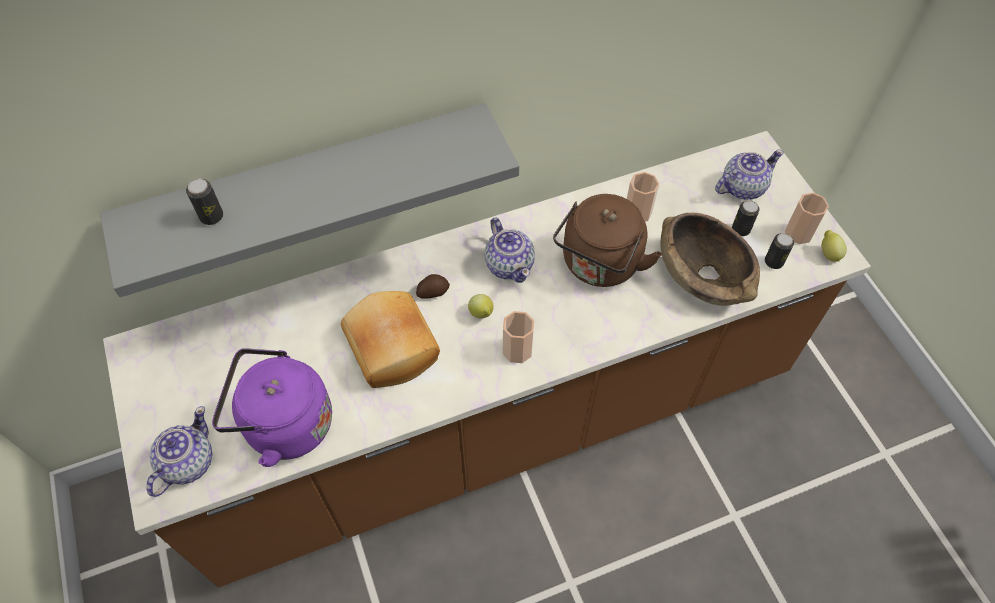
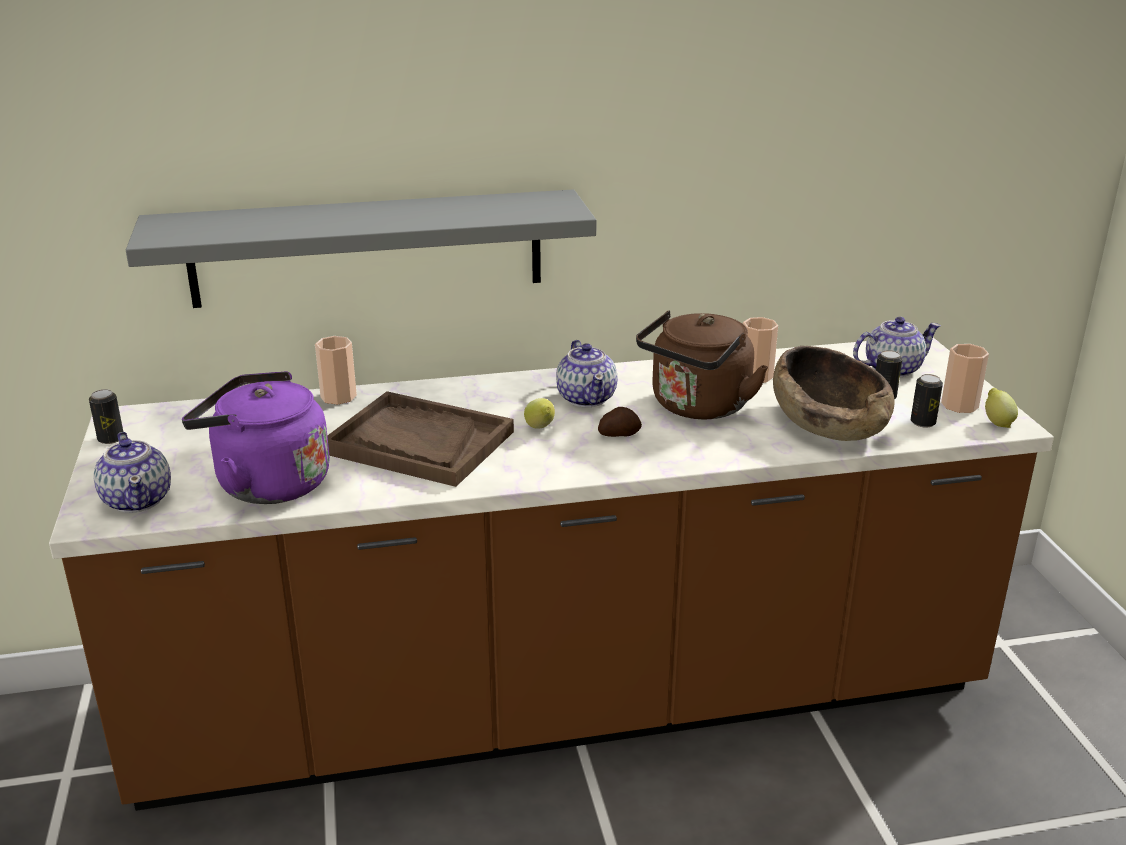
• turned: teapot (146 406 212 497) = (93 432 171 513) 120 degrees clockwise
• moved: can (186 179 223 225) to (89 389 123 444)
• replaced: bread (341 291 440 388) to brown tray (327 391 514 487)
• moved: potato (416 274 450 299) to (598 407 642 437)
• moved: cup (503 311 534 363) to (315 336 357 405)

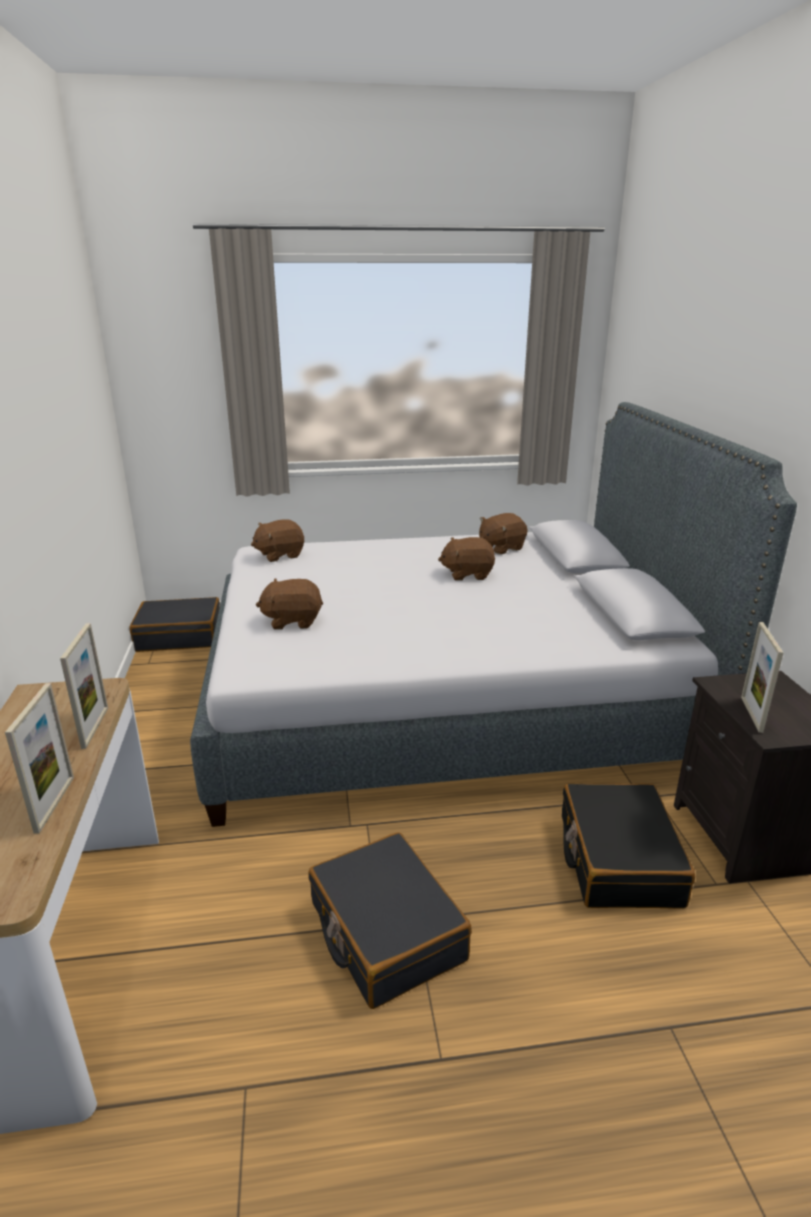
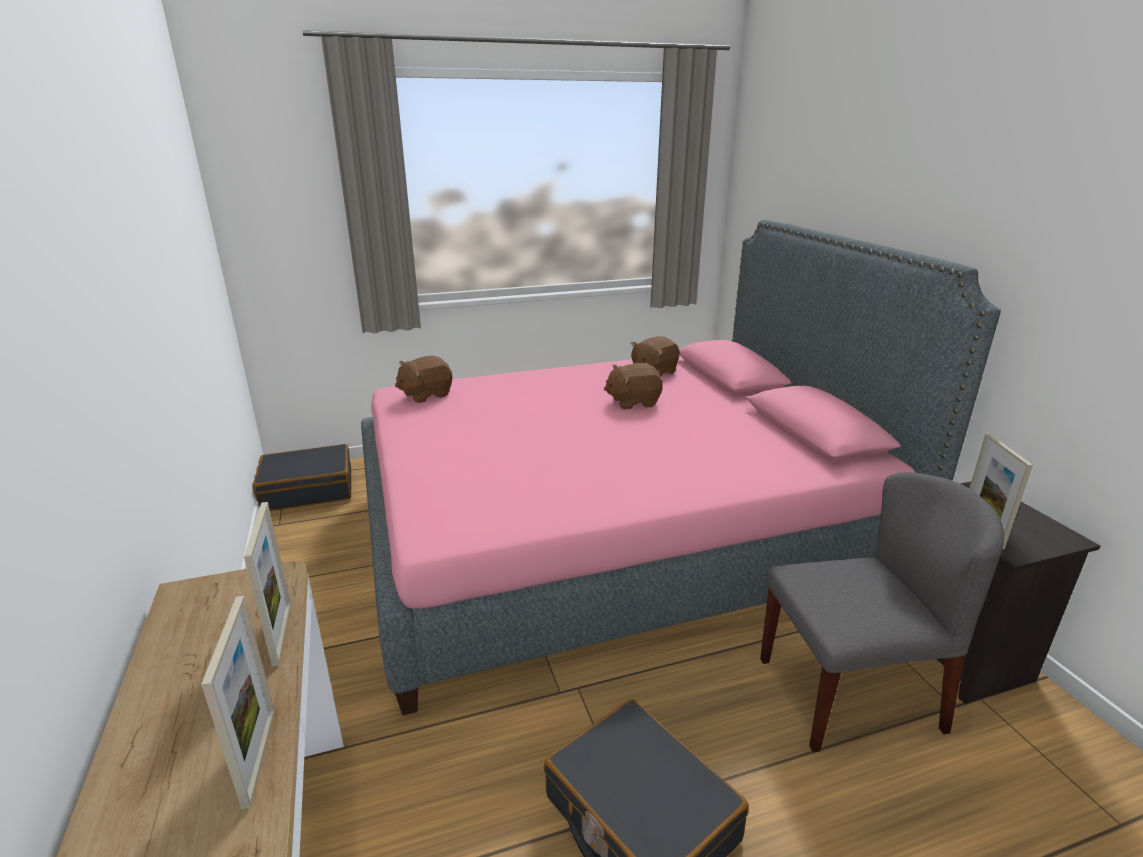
• recoloured: grey bed (190 402 797 827) to pink bed (361 220 1001 716)
• removed: brown plush toy (256 578 323 630)
• replaced: black suitcase (562 783 695 909) to grey chair (760 472 1004 752)

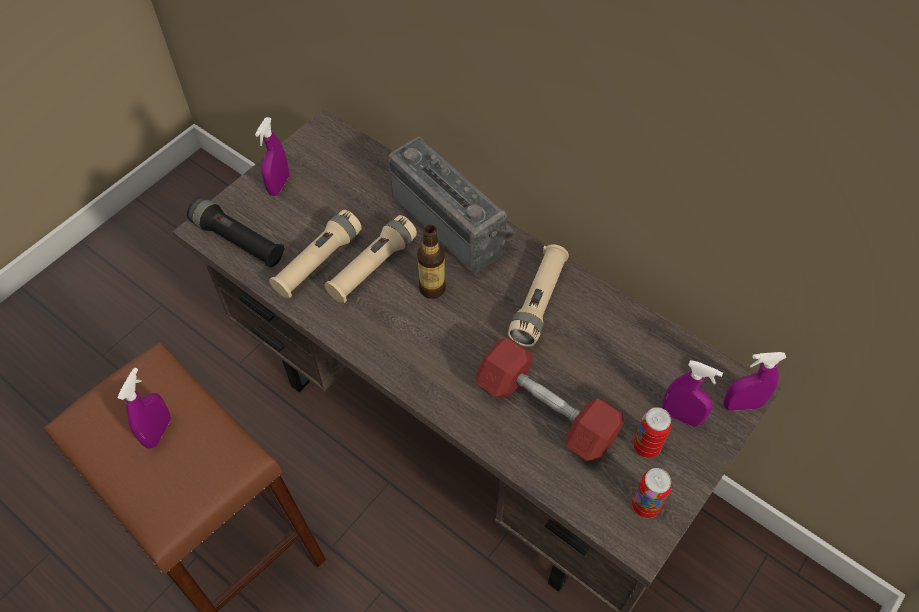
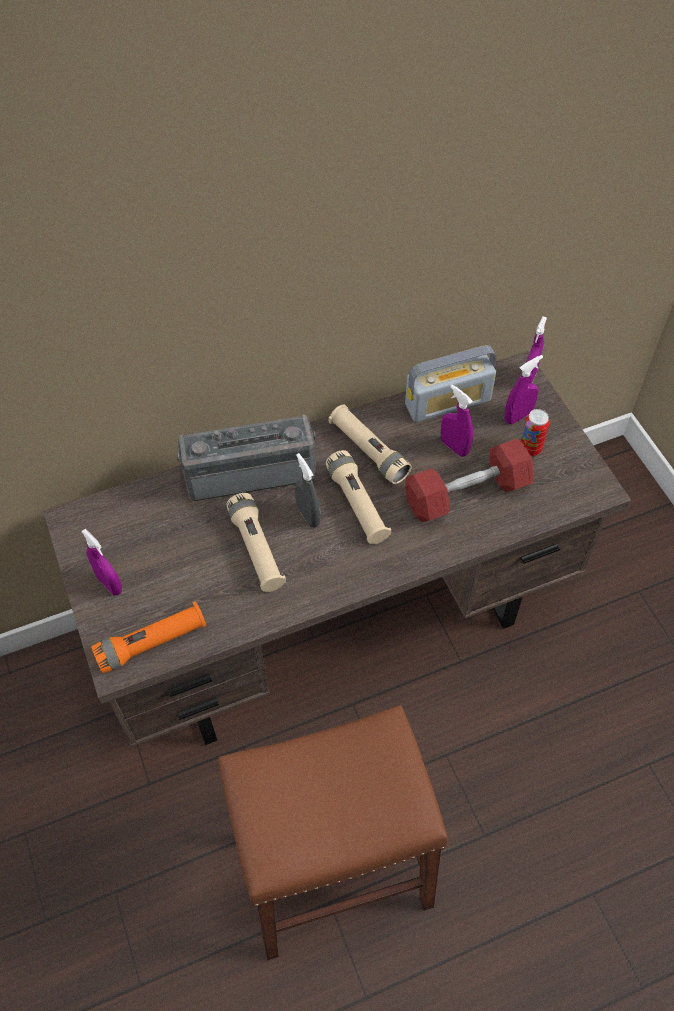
• moved: purple spray bottle (118 367 171 449) to (441 384 473 457)
• recoloured: black flashlight (187 197 285 267) to orange flashlight (91 601 206 673)
• moved: beige flashlight (269 210 362 298) to (326 450 391 544)
• replaced: bottle (417 225 446 299) to grey spray bottle (295 453 320 528)
• removed: can (632 468 672 518)
• added: radio (405 345 496 422)

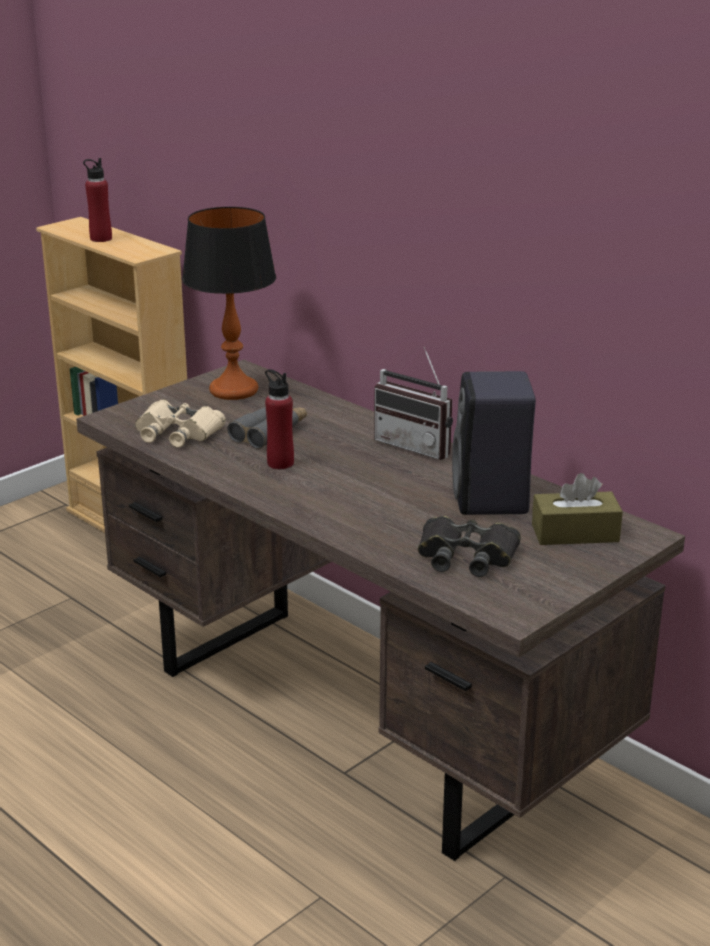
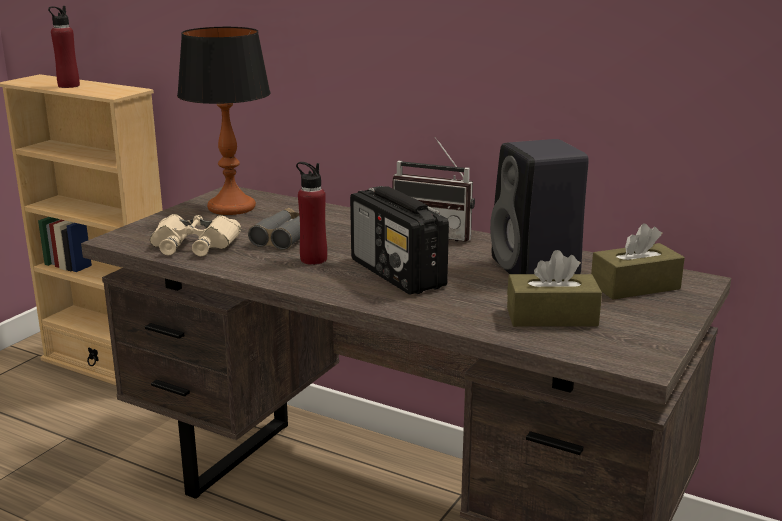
• replaced: black binoculars (418 516 521 577) to brown tissue box (507 250 602 327)
• added: radio (350 186 449 295)

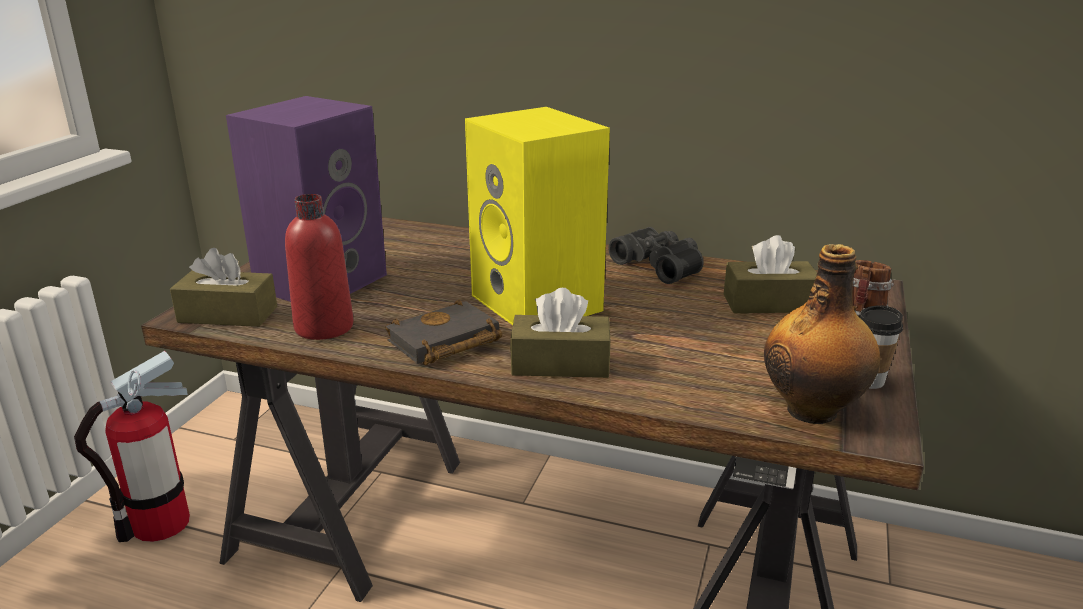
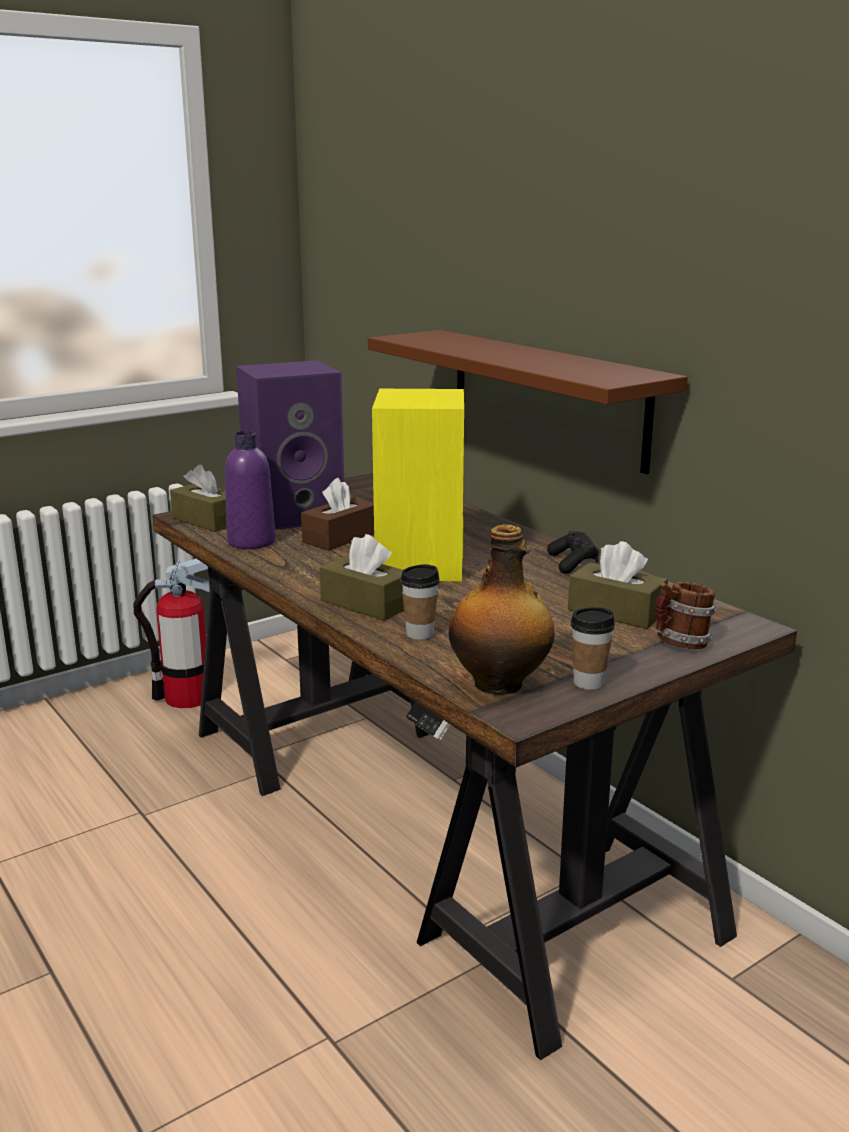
• recoloured: red bottle (285 194 354 340) to purple bottle (225 431 276 549)
• removed: black book (385 299 502 365)
• replaced: black binoculars (608 227 703 284) to black game controller (547 531 599 574)
• added: brown tissue box (301 478 374 550)
• added: brown shelf (368 330 688 474)
• added: cup (400 564 440 640)

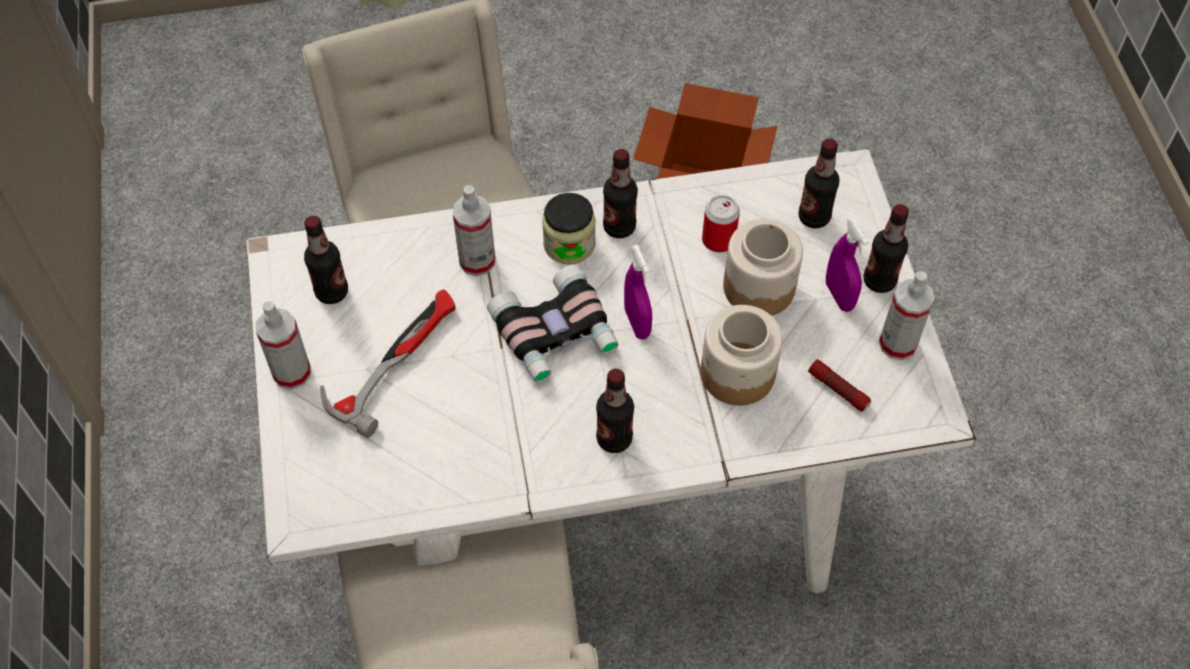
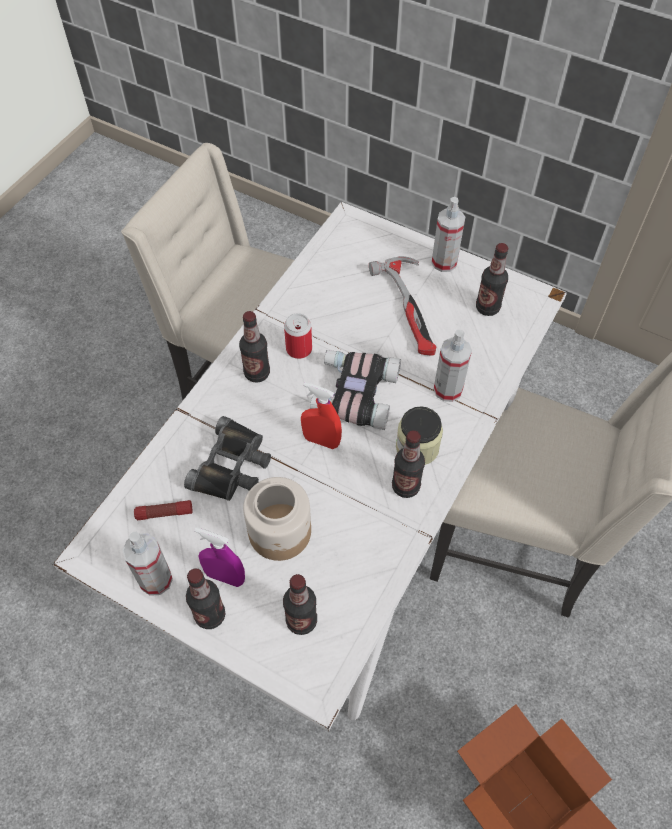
• recoloured: purple spray bottle (624 245 652 340) to red spray bottle (301 382 342 449)
• replaced: jar (701 305 783 406) to black binoculars (184 416 271 501)
• moved: can (702 195 740 252) to (284 313 312 359)

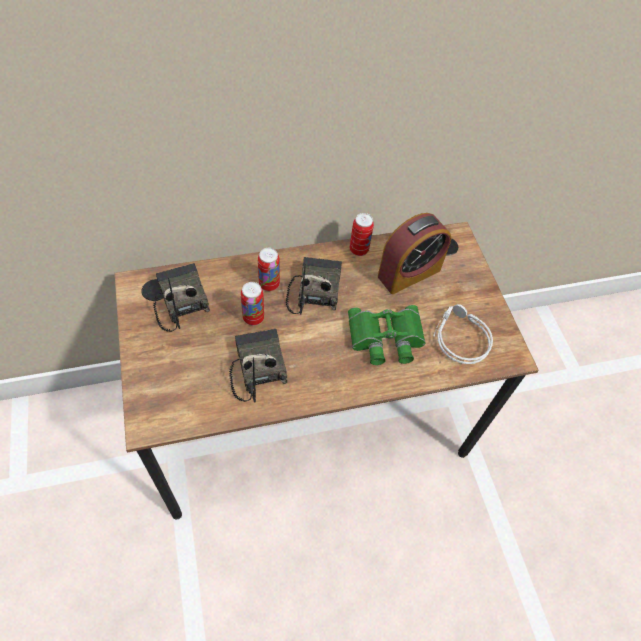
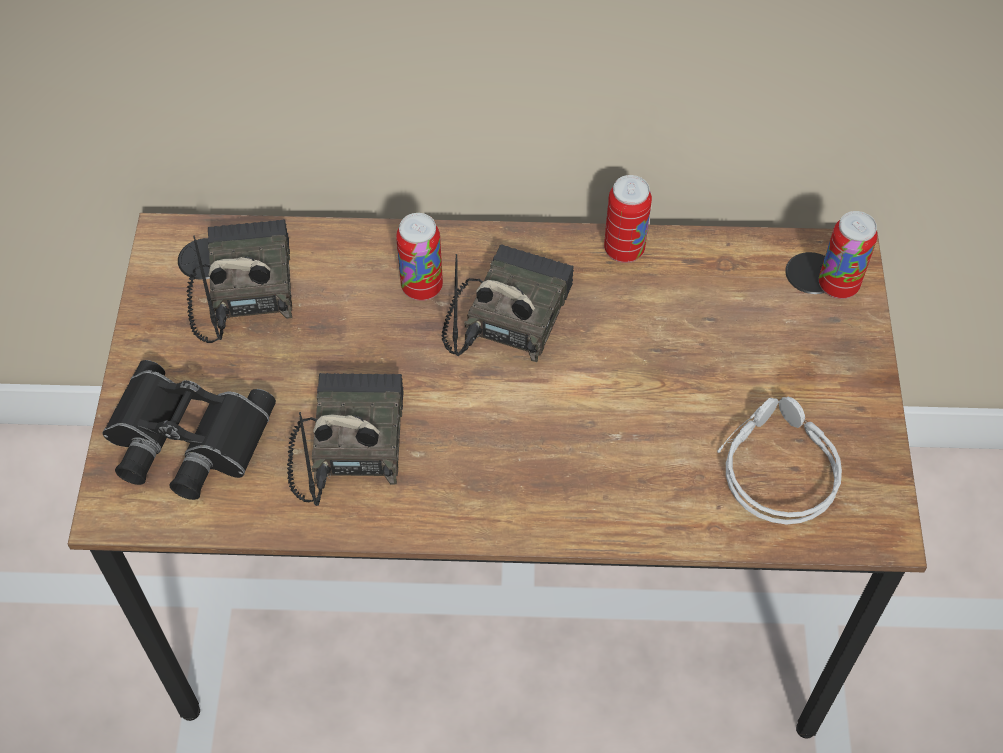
• moved: can (241 282 264 326) to (819 211 878 299)
• removed: green binoculars (348 305 426 365)
• removed: alarm clock (378 213 451 294)
• added: black binoculars (102 360 276 500)

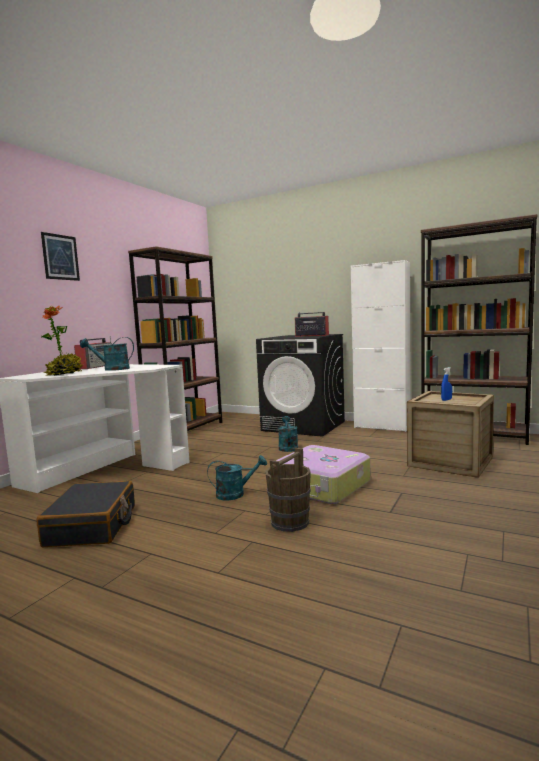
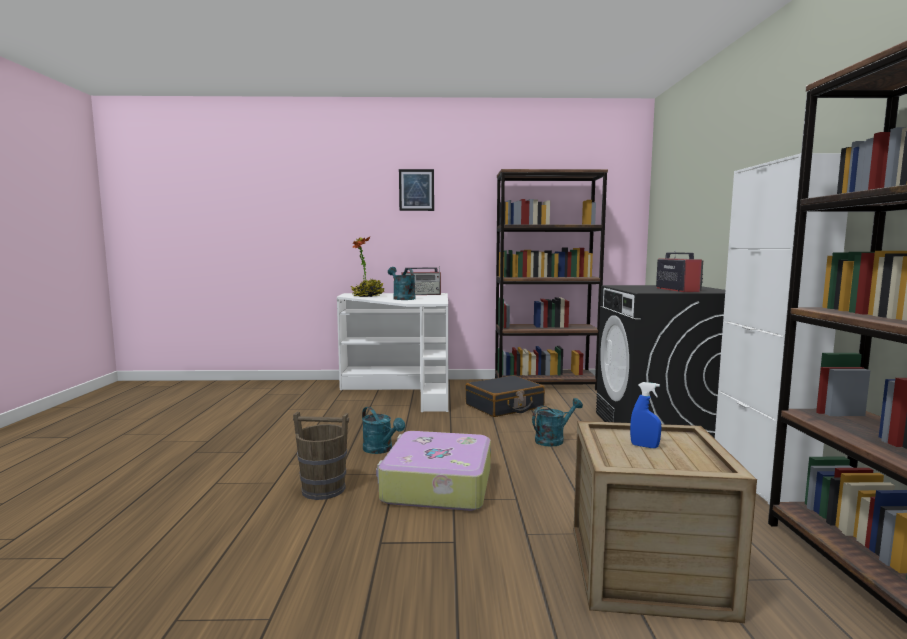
• moved: black suitcase (37 481 135 547) to (465 375 545 417)

